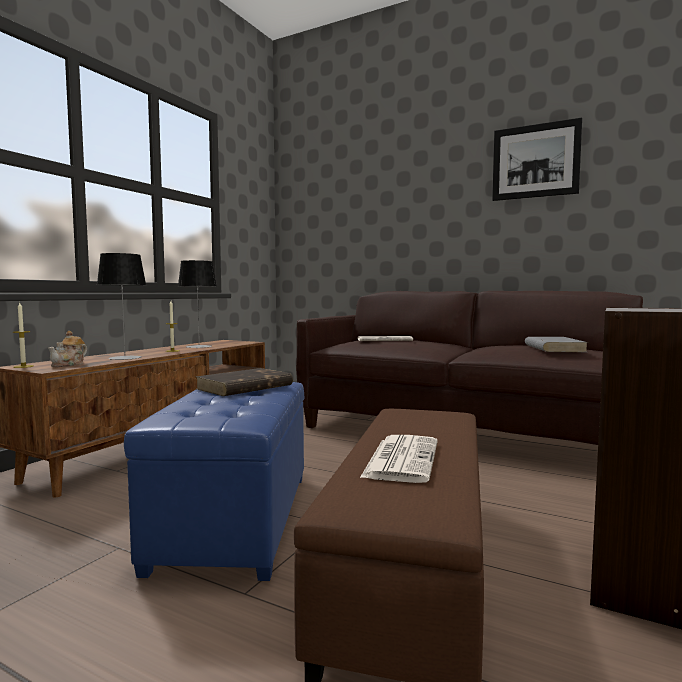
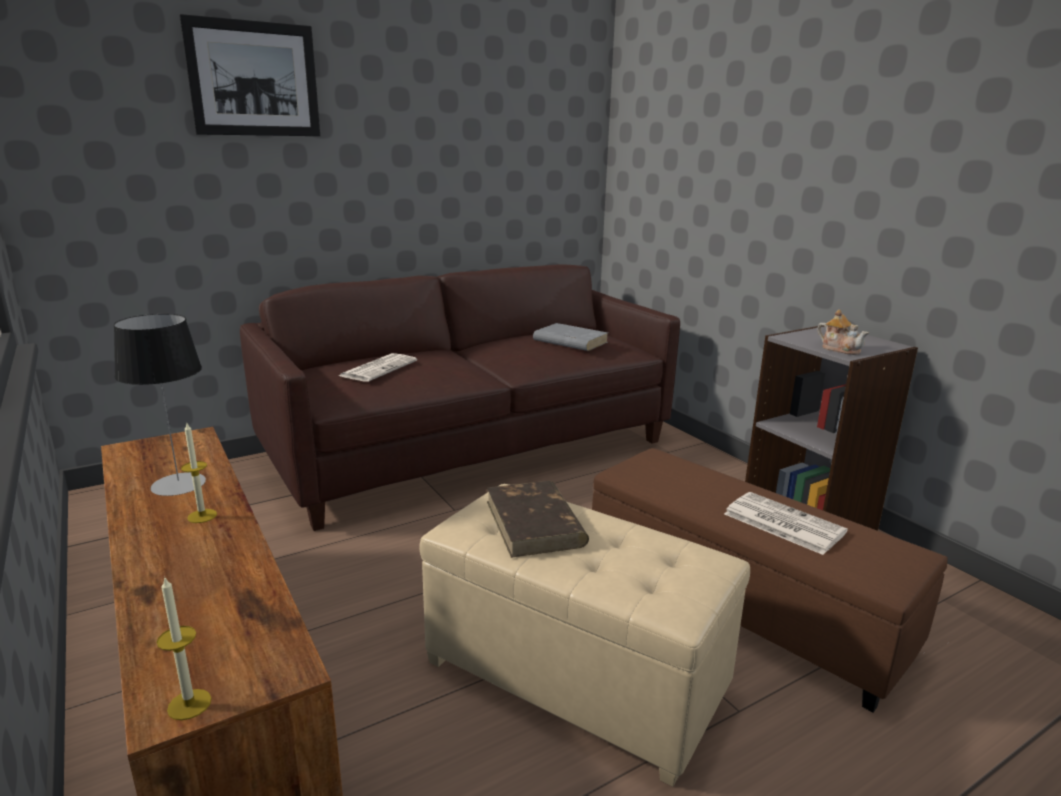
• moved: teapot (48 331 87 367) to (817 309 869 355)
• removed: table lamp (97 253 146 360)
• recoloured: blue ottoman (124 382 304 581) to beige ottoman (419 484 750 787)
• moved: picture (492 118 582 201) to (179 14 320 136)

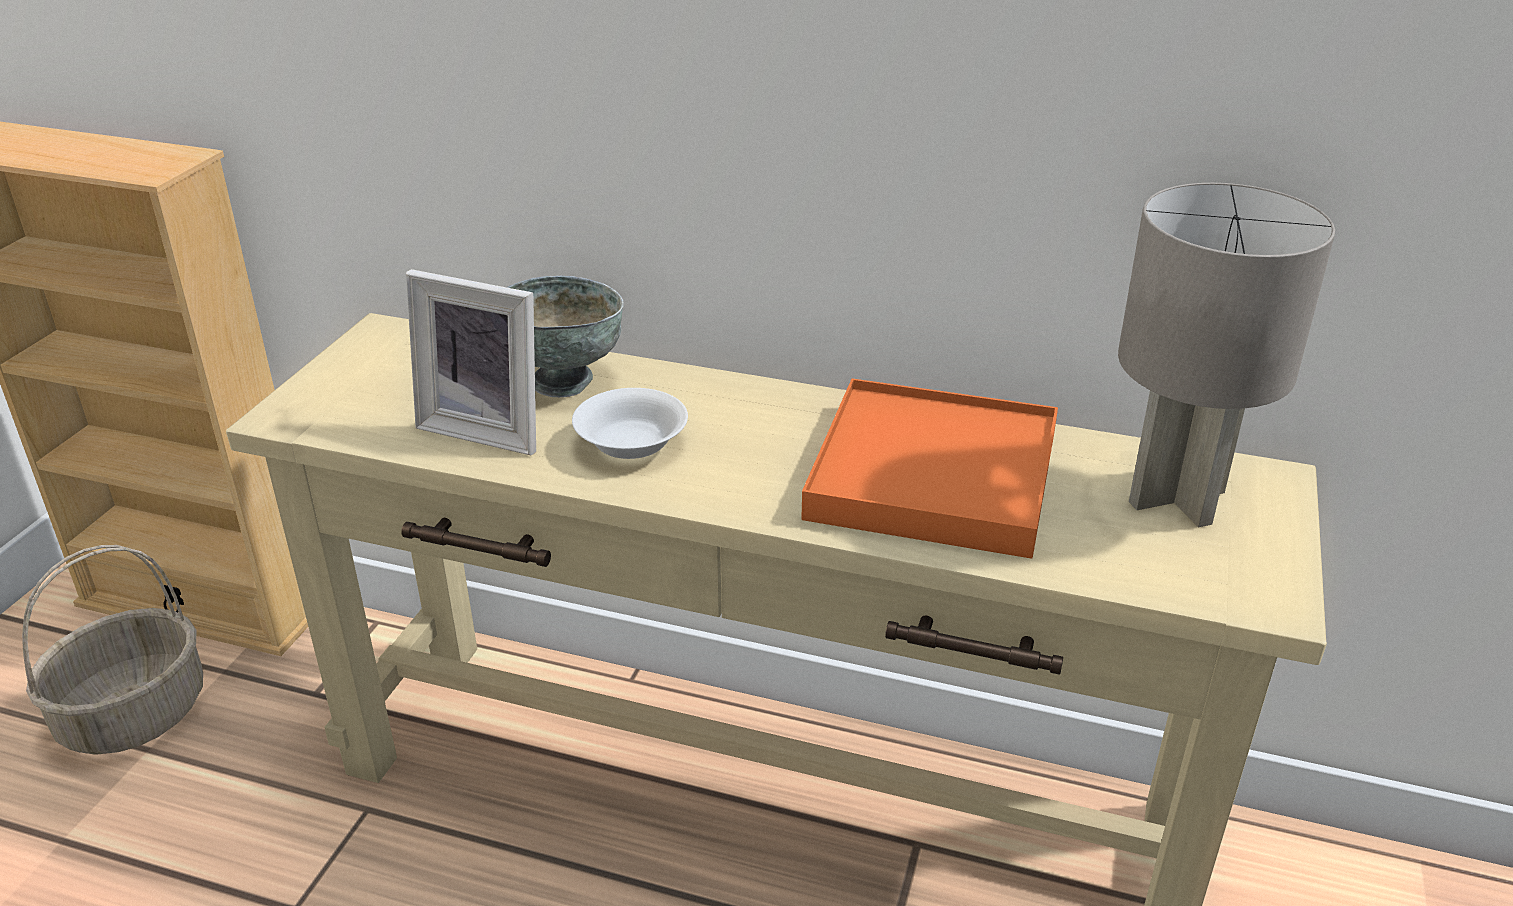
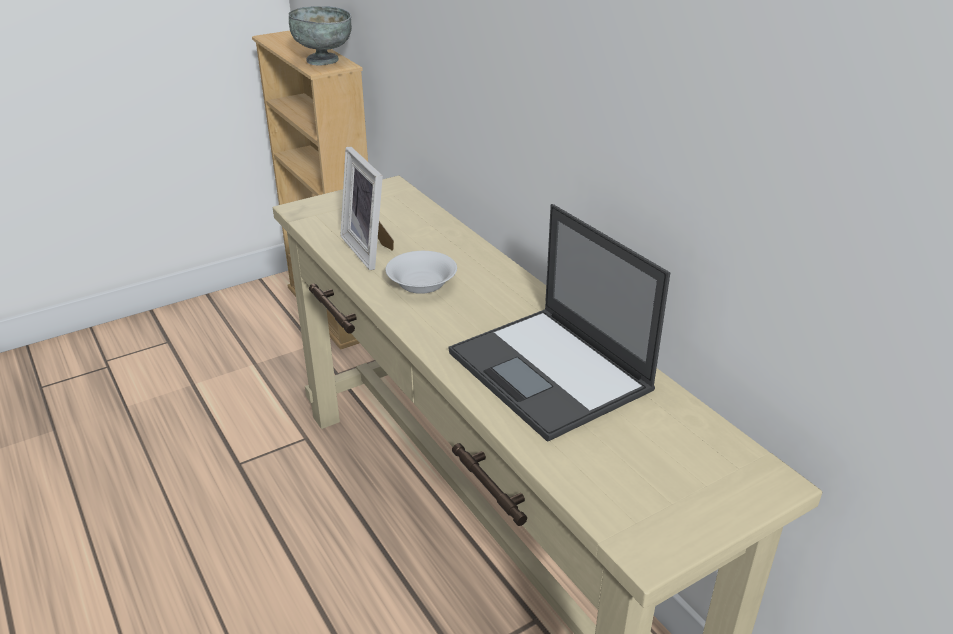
• removed: basket (22 545 203 755)
• moved: grey bowl (507 276 623 397) to (289 6 352 66)
• replaced: orange tray (801 378 1058 559) to laptop (449 204 670 442)
• removed: grey table lamp (1118 183 1335 527)

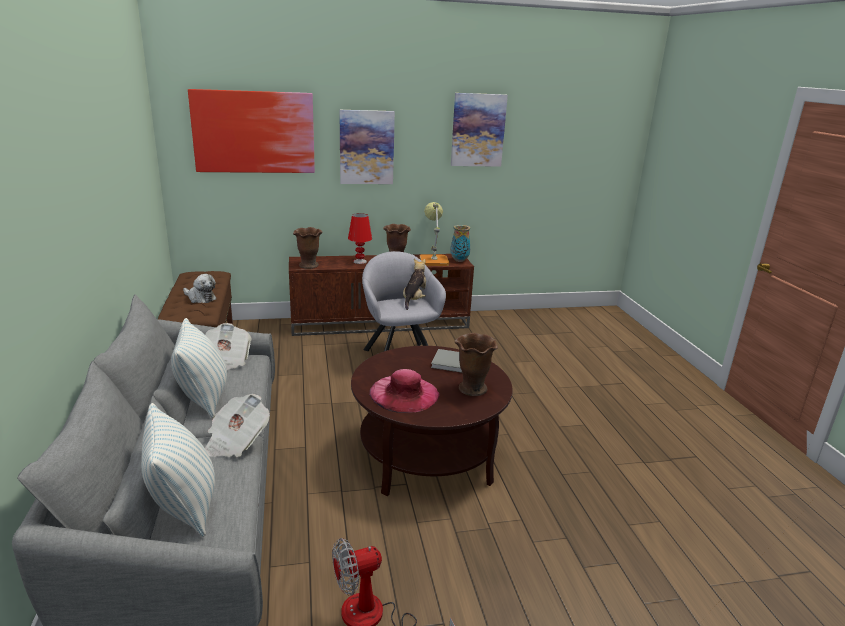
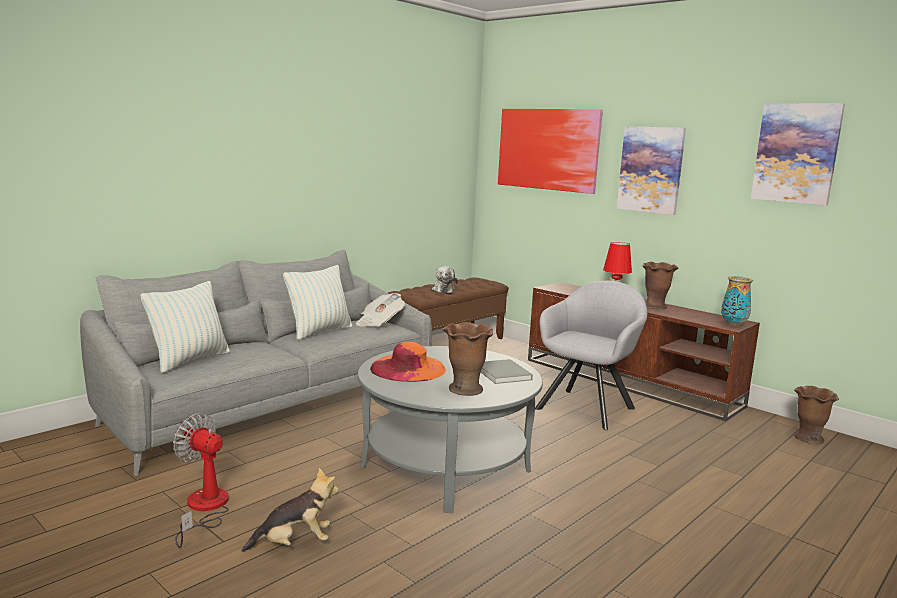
• removed: newspaper (205 394 270 457)
• moved: brown vase (293 227 323 269) to (794 386 839 444)
• recoloured: brown coffee table (351 346 513 496) to grey coffee table (358 346 543 513)
• recoloured: pink hat (370 369 439 413) to orange hat (370 341 446 382)
• moved: plush toy (403 259 426 310) to (242 468 339 552)
• removed: table lamp (420 202 449 266)

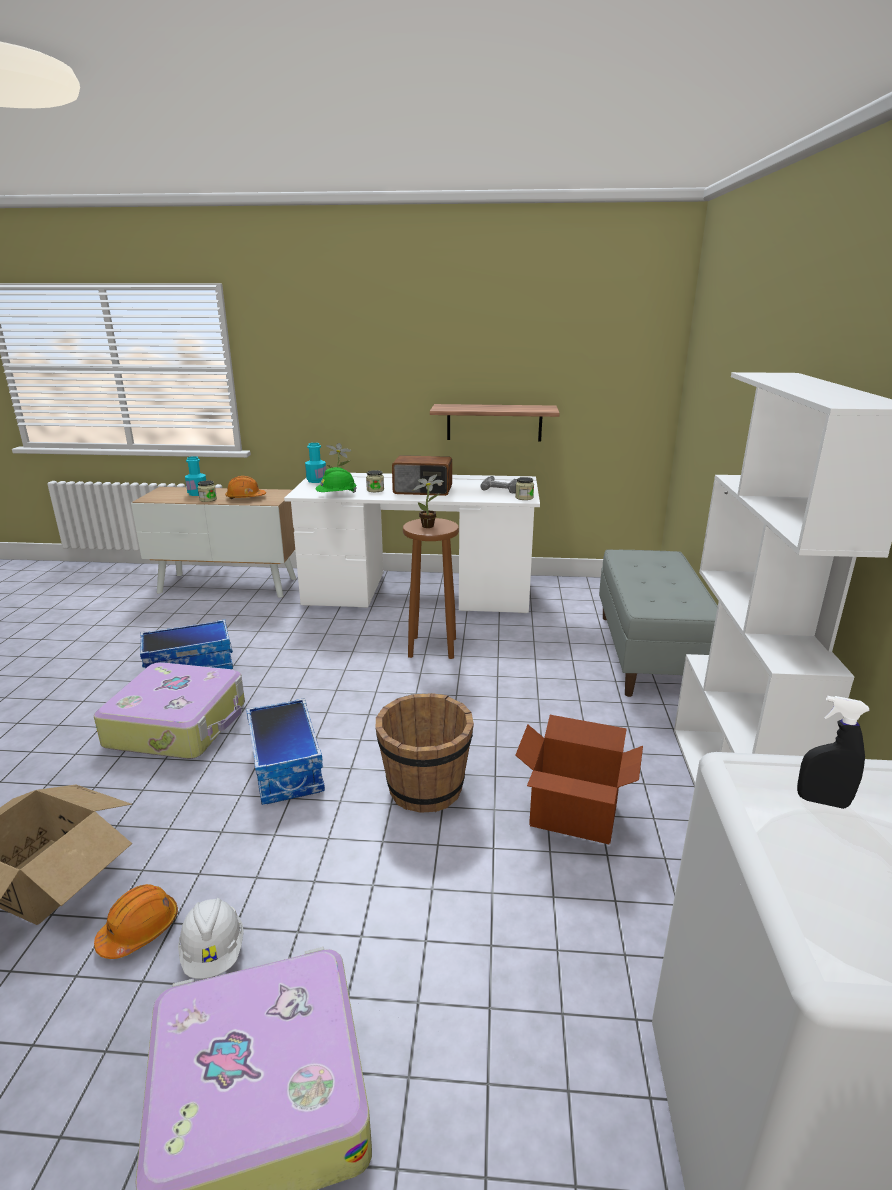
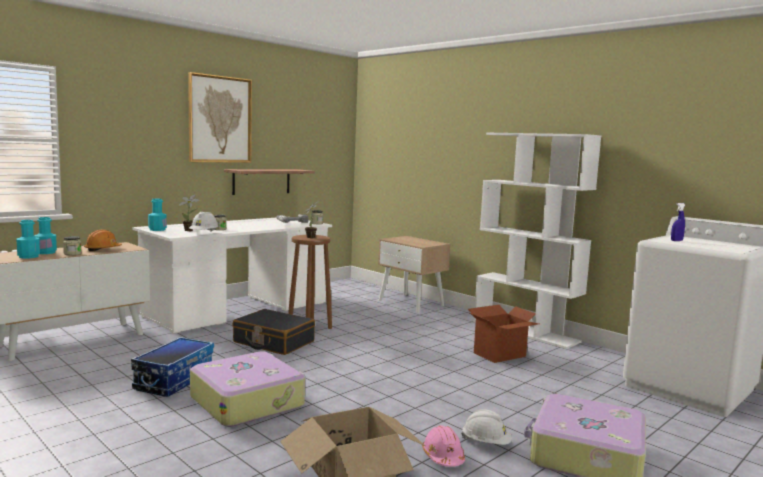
• recoloured: orange hard hat (94 884 178 959) to pink hard hat (422 425 465 467)
• removed: storage box (246 698 325 805)
• recoloured: green hard hat (315 467 357 493) to white hard hat (189 212 218 232)
• removed: brown bucket (376 693 474 813)
• removed: radio (392 455 452 496)
• replaced: grey bench (599 549 718 697) to beige nightstand (378 236 451 312)
• recoloured: black spray bottle (797 696 870 809) to blue spray bottle (671 203 685 241)
• added: turquoise bottle (16 220 40 258)
• added: picture (188 72 252 163)
• added: black suitcase (232 309 315 355)

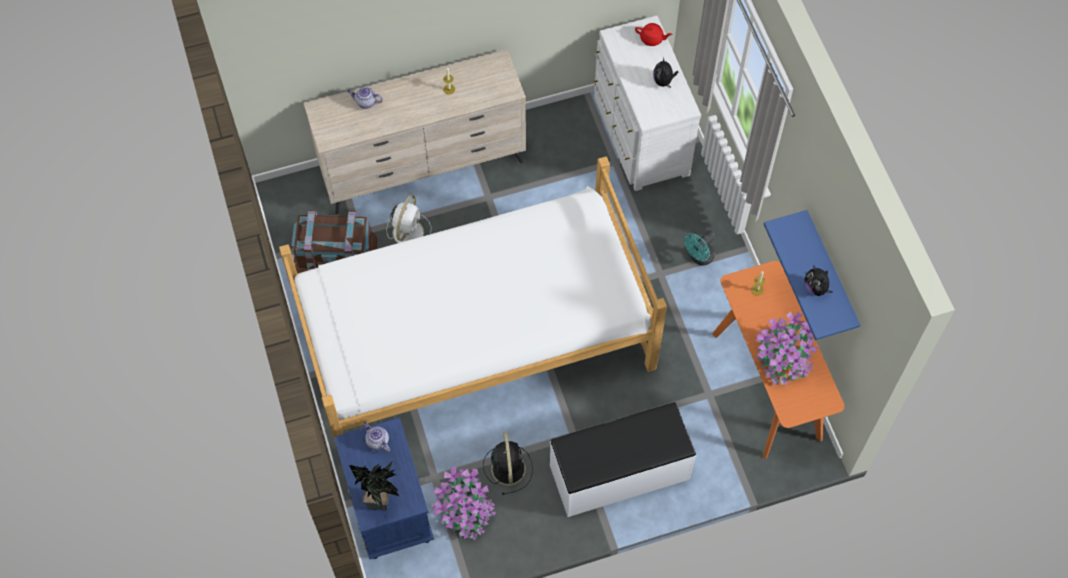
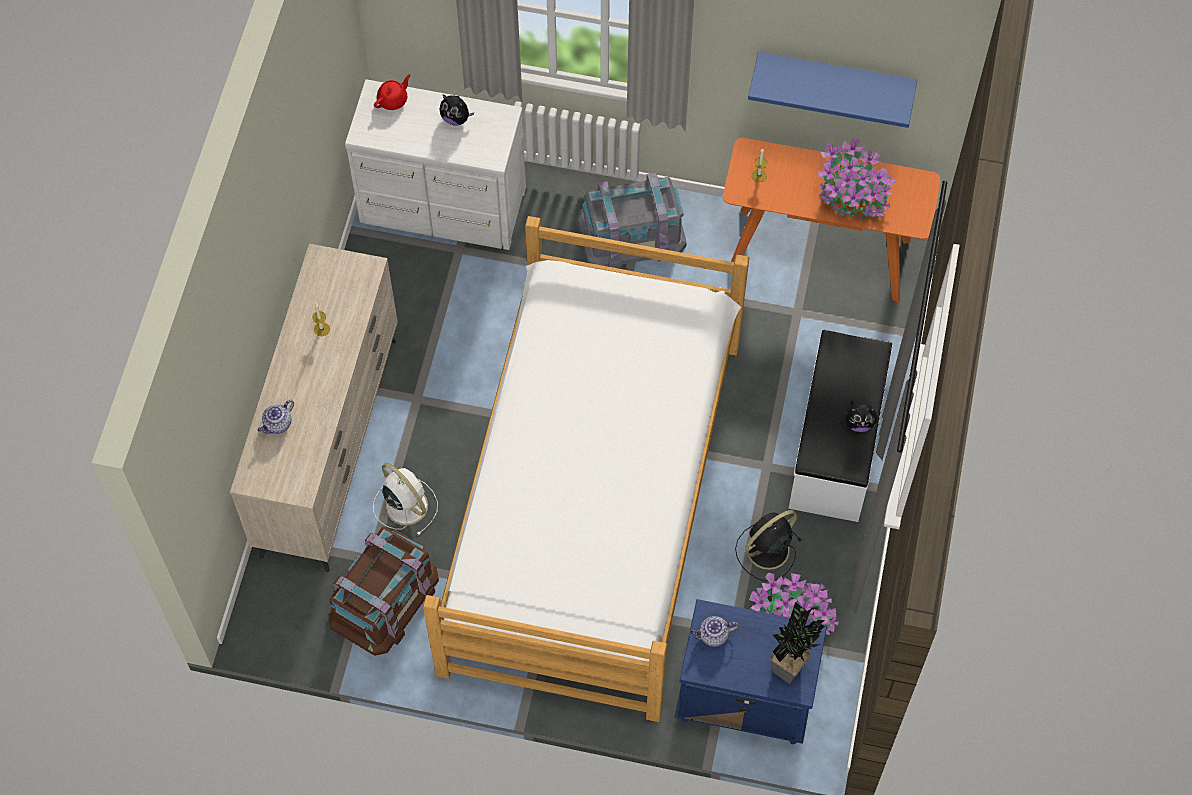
• turned: black fan (483 432 533 495) = (735 510 802 581) 60 degrees counterclockwise
• replaced: turquoise fan (684 231 715 266) to grey storage box (578 173 687 269)
• moved: plush toy (804 266 833 296) to (845 401 878 432)

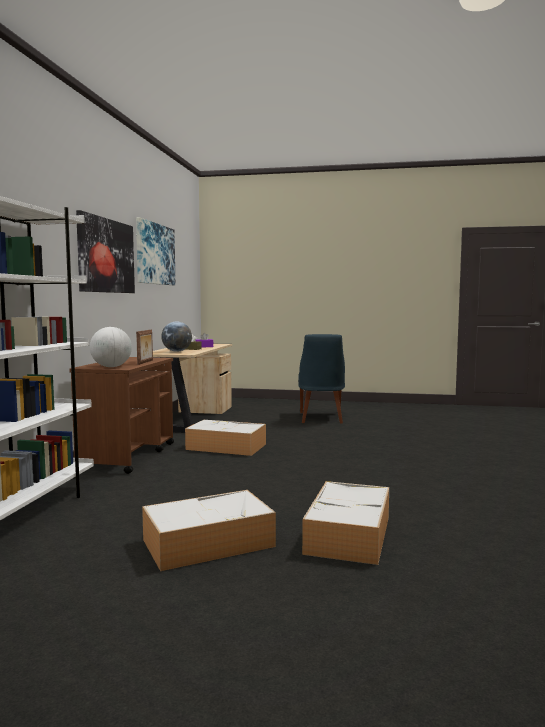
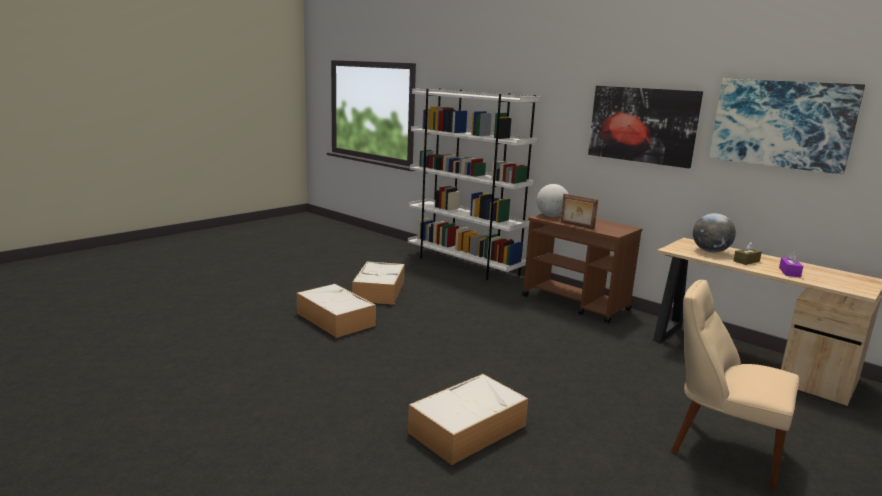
• moved: storage box (185 420 266 456) to (408 374 528 465)
• recoloured: blue chair (298 334 345 424) to beige chair (671 280 799 490)

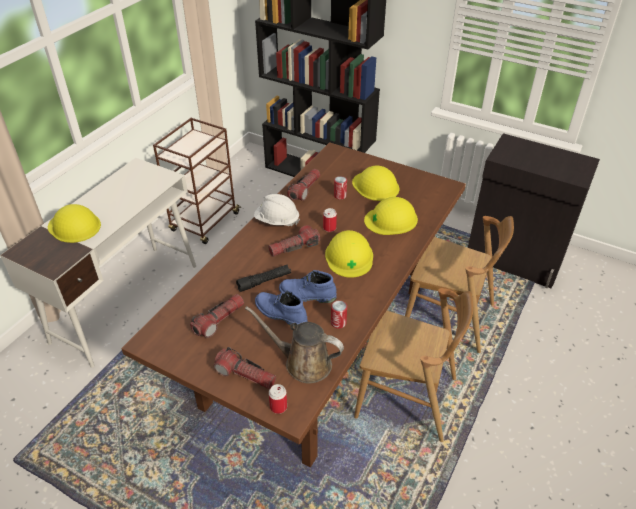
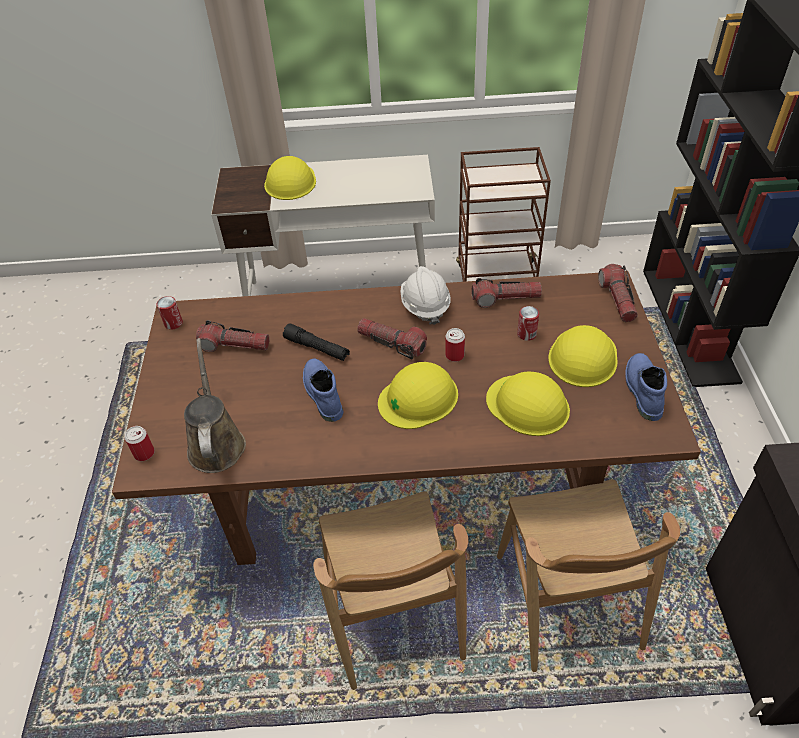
• moved: flashlight (214 347 276 390) to (598 264 638 322)
• moved: blue boot (255 290 308 327) to (625 353 667 421)
• moved: can (331 301 347 329) to (157 296 183 330)

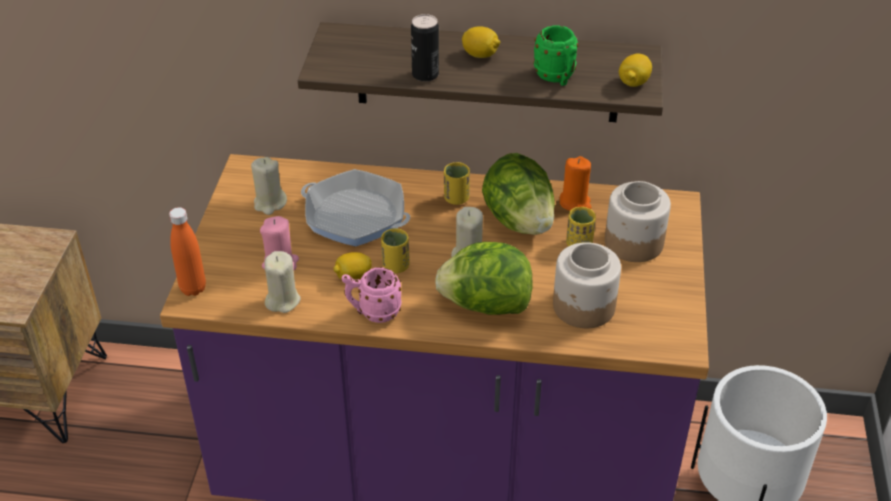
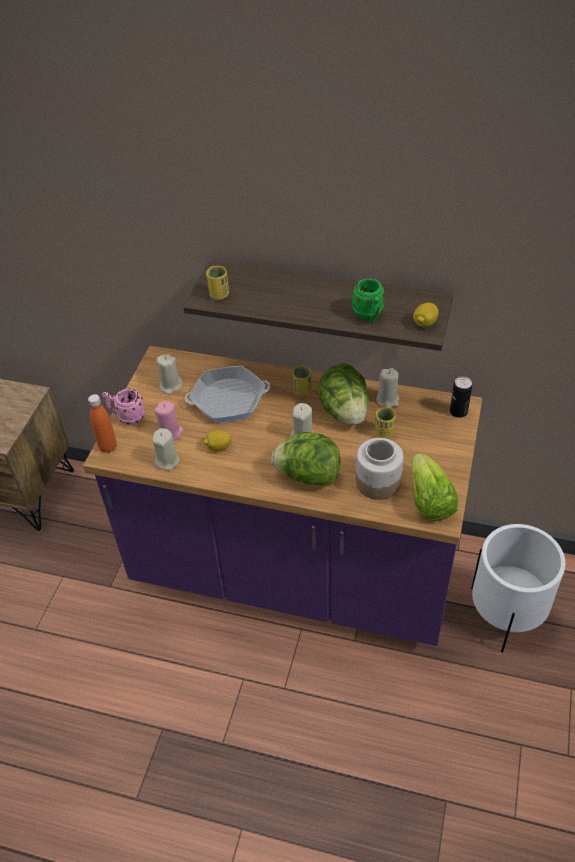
• turned: frying pan (301 169 410 246) = (185 366 270 422) 45 degrees counterclockwise
• moved: pink mug (342 267 402 323) to (102 389 145 425)
• moved: yellow cup (381 228 410 273) to (206 266 229 300)
• moved: can (411 14 439 82) to (450 376 472 418)
• removed: lemon (462 26 500 58)
• recoloured: orange candle (560 156 591 211) to beige candle (376 368 399 408)
• removed: jar (605 181 671 262)
• added: lettuce (411 453 458 521)

